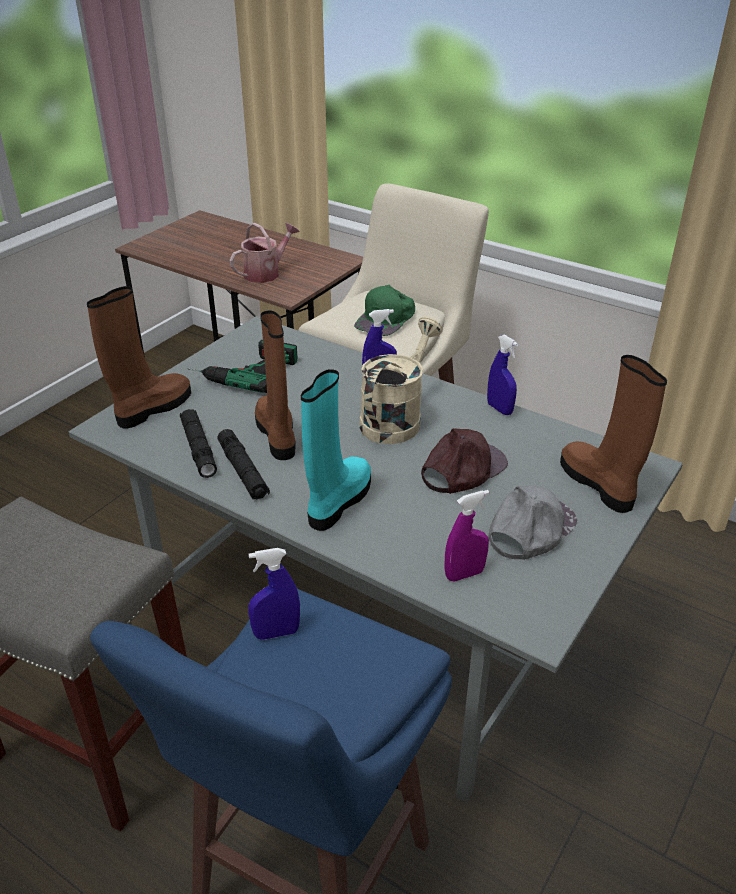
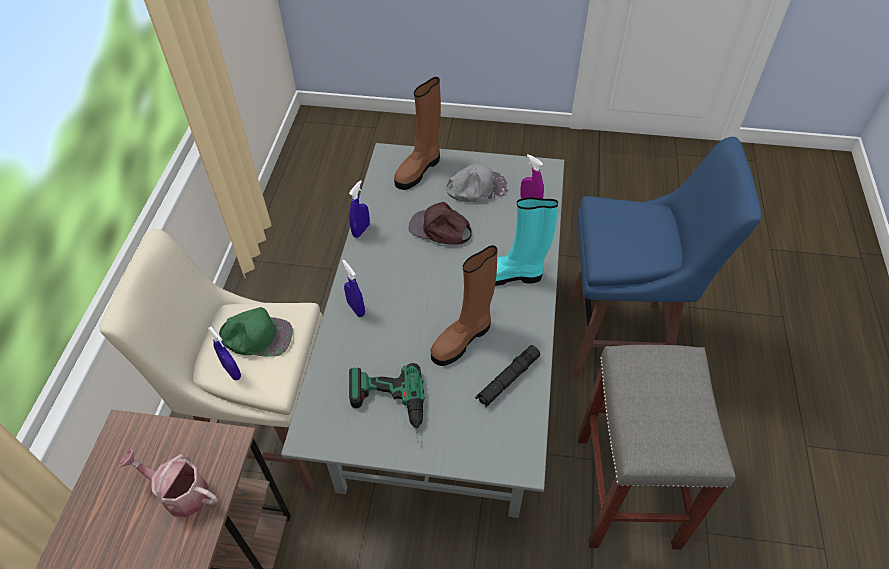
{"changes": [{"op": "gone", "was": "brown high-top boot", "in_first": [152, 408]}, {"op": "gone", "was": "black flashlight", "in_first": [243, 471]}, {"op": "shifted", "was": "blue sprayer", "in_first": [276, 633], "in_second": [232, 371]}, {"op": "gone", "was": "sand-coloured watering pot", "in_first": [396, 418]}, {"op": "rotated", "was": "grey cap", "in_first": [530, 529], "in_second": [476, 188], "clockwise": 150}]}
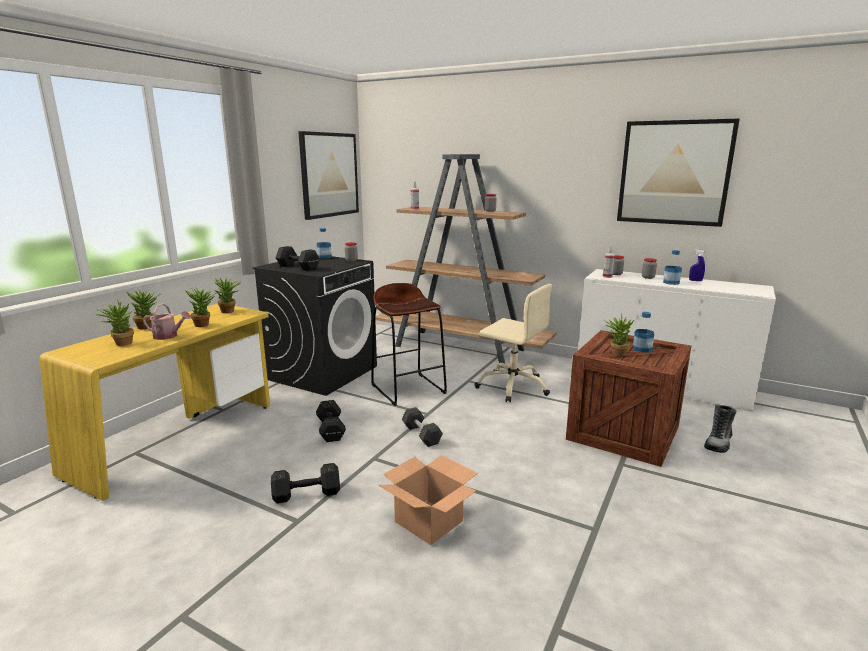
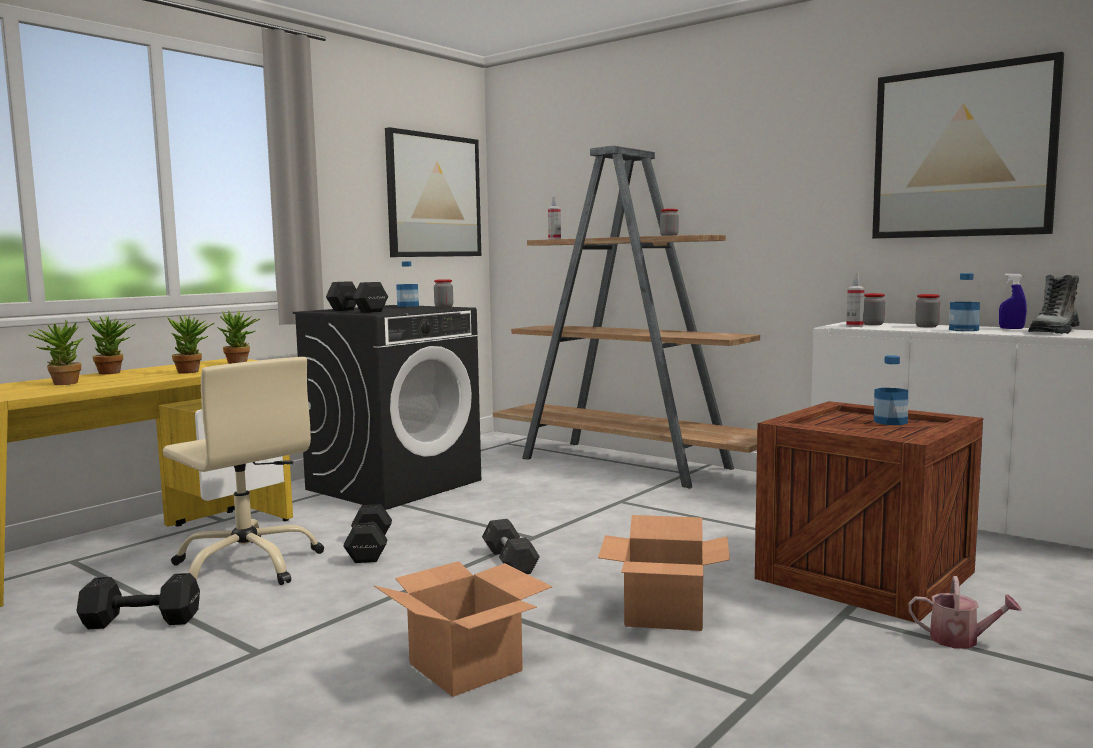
{"changes": [{"op": "shifted", "was": "watering pot", "in_first": [168, 336], "in_second": [961, 640]}, {"op": "shifted", "was": "black dumbbell", "in_first": [305, 494], "in_second": [139, 621]}, {"op": "gone", "was": "brown stool", "in_first": [408, 388]}, {"op": "shifted", "was": "sand-coloured desk chair", "in_first": [513, 386], "in_second": [247, 565]}, {"op": "gone", "was": "plant in a pot", "in_first": [616, 353]}, {"op": "shifted", "was": "high-top boot", "in_first": [718, 443], "in_second": [1054, 332]}, {"op": "new", "now": "cardboard box", "in_second": [665, 613]}]}
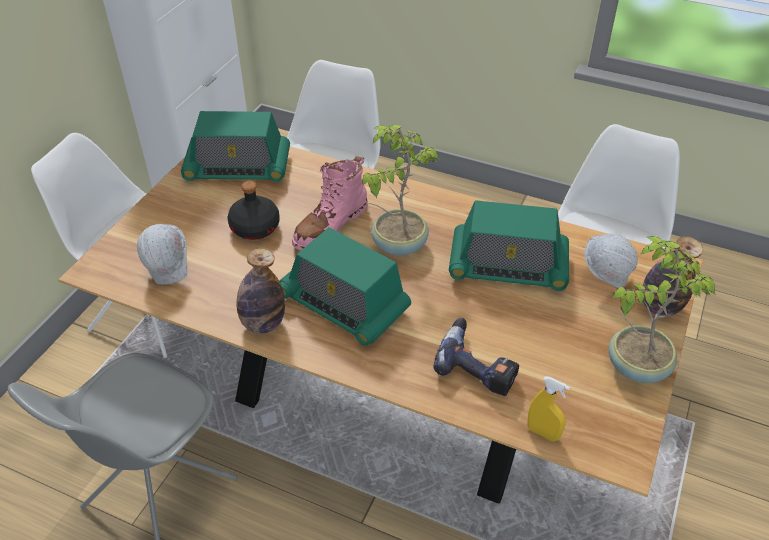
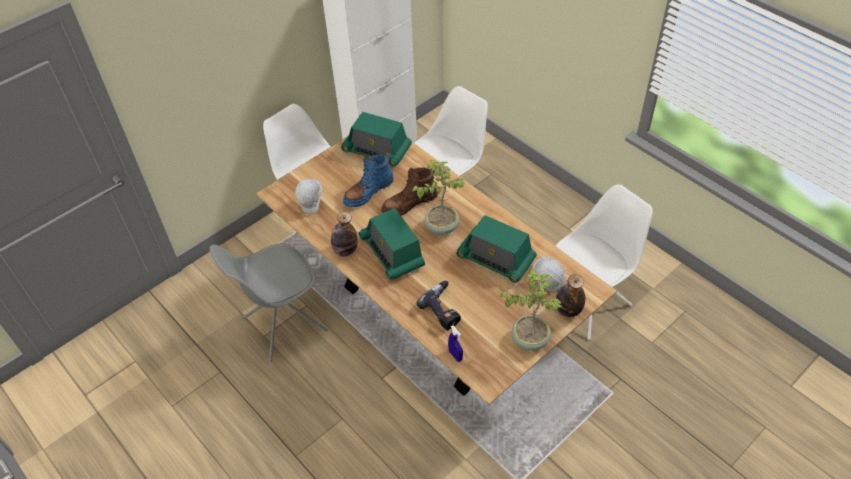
{"changes": [{"op": "swapped", "was": "black beverage bottle", "now": "blue high-top boot", "in_first": [255, 227], "in_second": [368, 192]}, {"op": "repainted", "was": "pink-coloured high-top boot", "now": "brown high-top boot", "in_first": [330, 226], "in_second": [409, 203]}, {"op": "repainted", "was": "yellow-coloured sprayer", "now": "blue sprayer", "in_first": [543, 433], "in_second": [455, 355]}]}
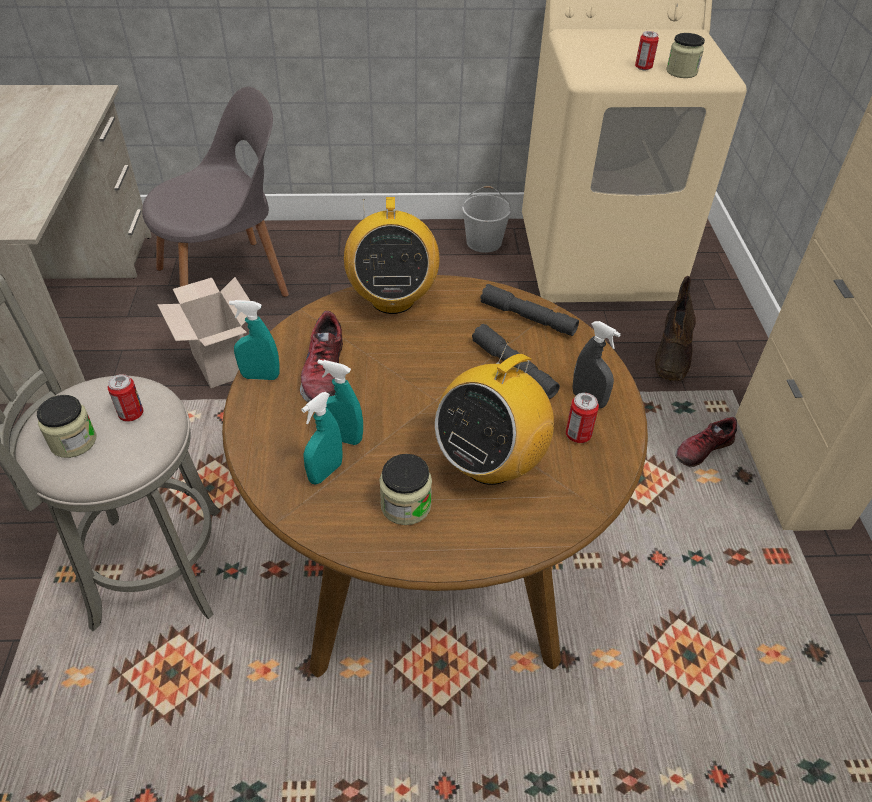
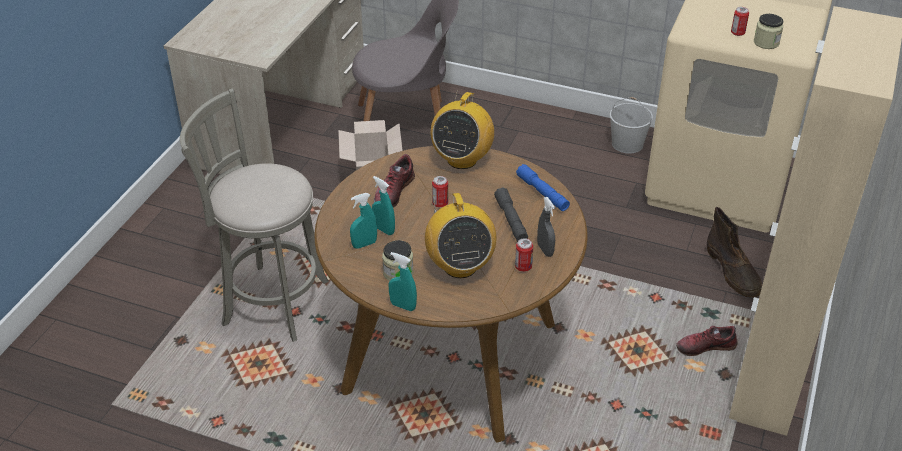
{"changes": [{"op": "gone", "was": "preserve jar", "in_first": [73, 441]}, {"op": "shifted", "was": "metal can", "in_first": [131, 414], "in_second": [440, 203]}, {"op": "shifted", "was": "turquoise sprayer", "in_first": [260, 376], "in_second": [403, 306]}, {"op": "rotated", "was": "radio receiver", "in_first": [490, 463], "in_second": [460, 266], "clockwise": -75}, {"op": "repainted", "was": "grey flashlight", "now": "blue flashlight", "in_first": [528, 318], "in_second": [542, 193]}, {"op": "rotated", "was": "brown high-top boot", "in_first": [673, 352], "in_second": [733, 272], "clockwise": -60}]}
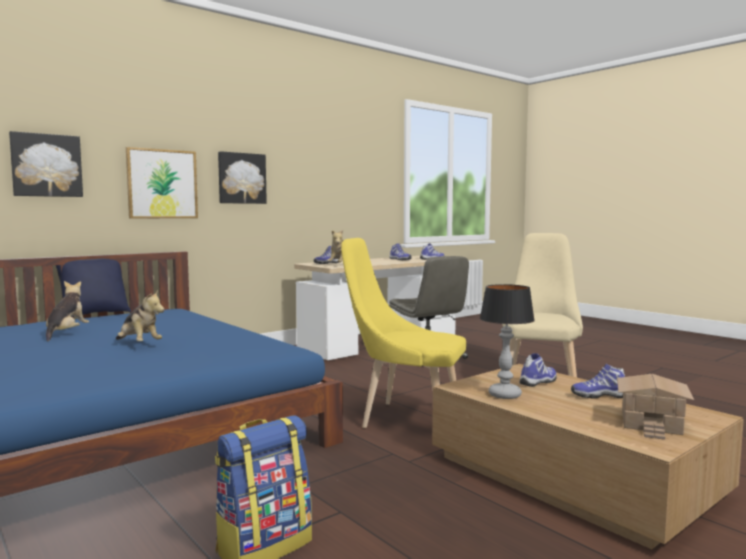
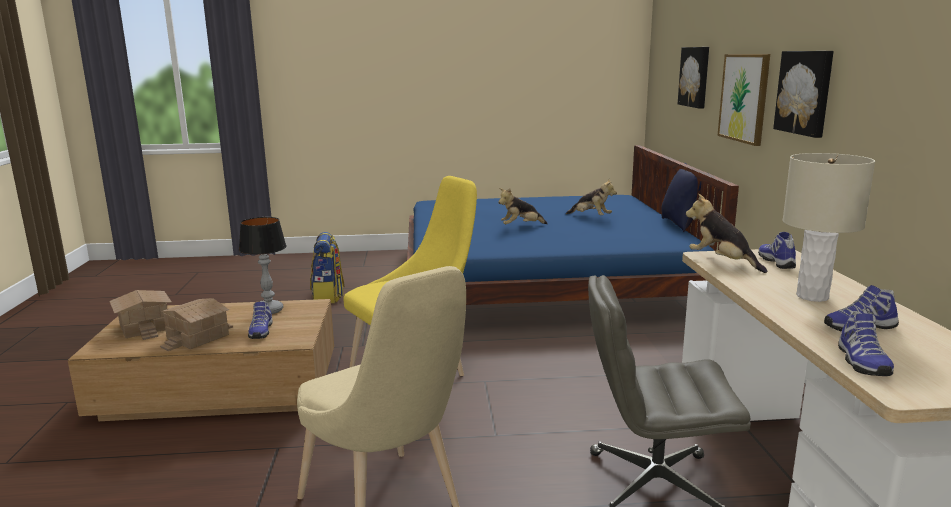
{"changes": [{"op": "swapped", "was": "shoe", "now": "miniature house", "in_first": [599, 395], "in_second": [197, 336]}, {"op": "new", "now": "sand-coloured lamp for a table", "in_second": [811, 296]}]}
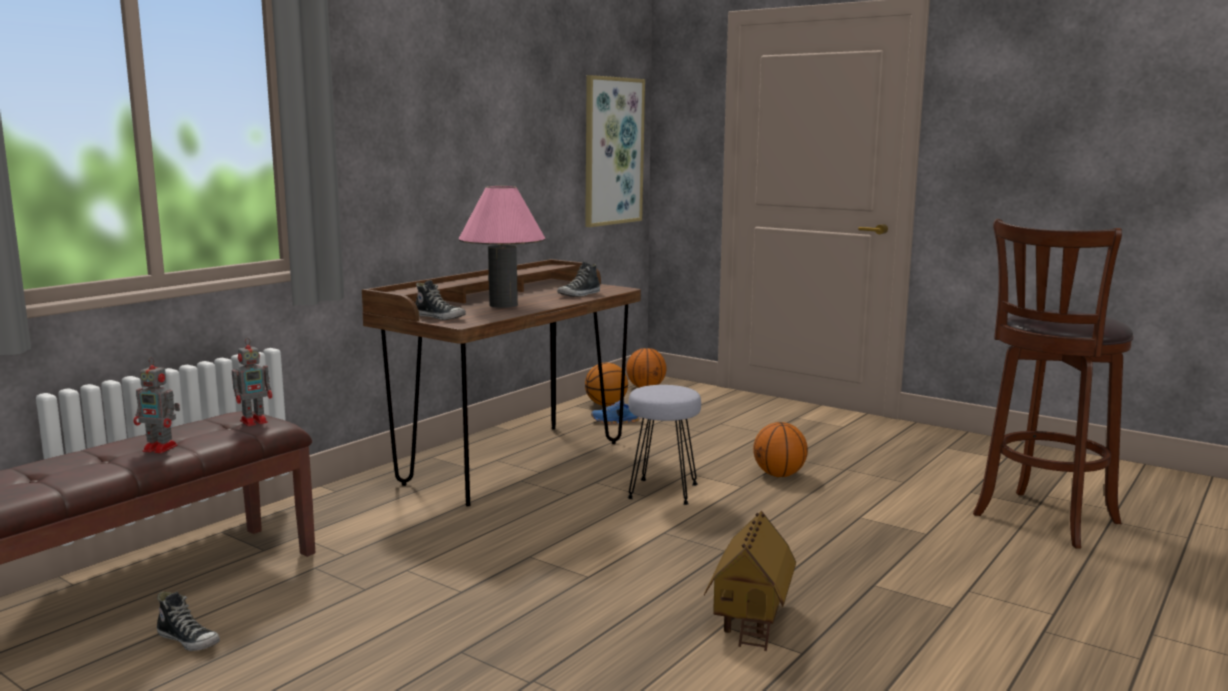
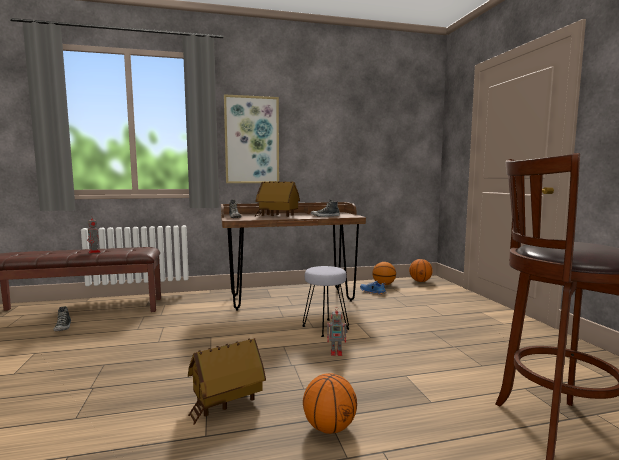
{"changes": [{"op": "shifted", "was": "robot figure", "in_first": [255, 421], "in_second": [337, 352]}, {"op": "swapped", "was": "pink-coloured lamp for a table", "now": "miniature house", "in_first": [503, 305], "in_second": [277, 216]}, {"op": "shifted", "was": "wall art", "in_first": [613, 151], "in_second": [252, 140]}, {"op": "shifted", "was": "basketball", "in_first": [779, 475], "in_second": [329, 428]}]}
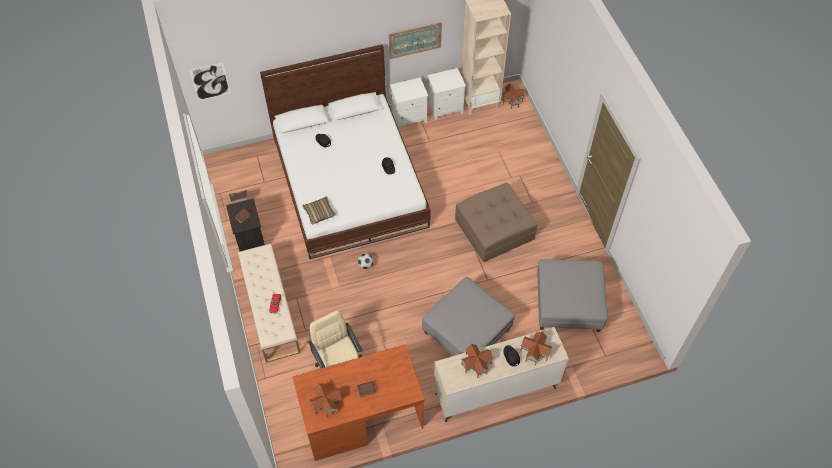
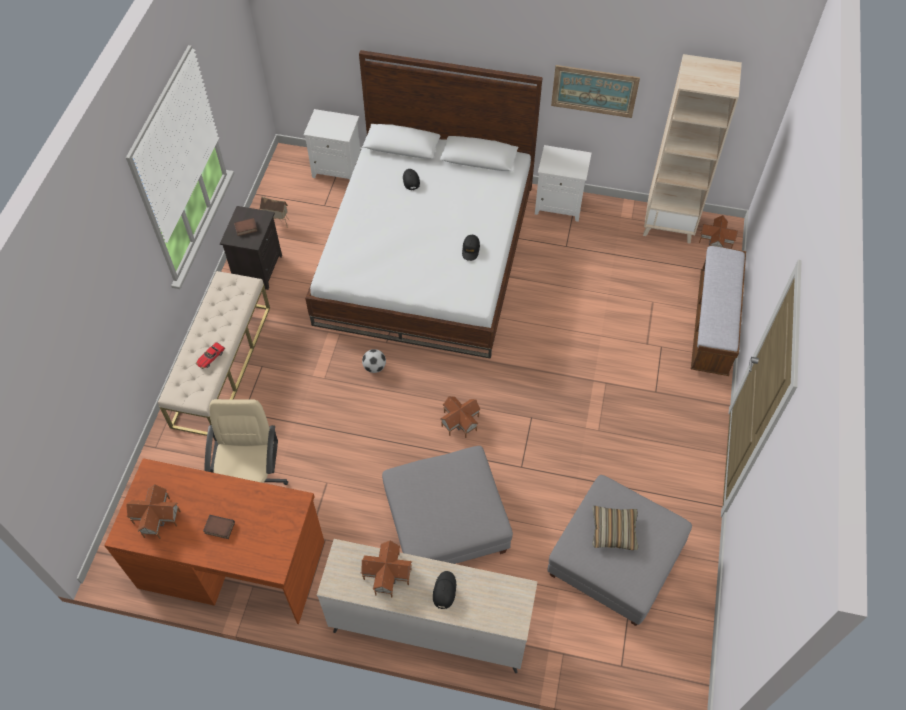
{"changes": [{"op": "gone", "was": "wall art", "in_first": [210, 81]}, {"op": "shifted", "was": "throw pillow", "in_first": [319, 213], "in_second": [613, 531]}, {"op": "shifted", "was": "white bedside table", "in_first": [445, 108], "in_second": [338, 168]}, {"op": "gone", "was": "brown pouffe", "in_first": [494, 229]}, {"op": "shifted", "was": "miniature house", "in_first": [535, 352], "in_second": [460, 422]}, {"op": "new", "now": "long seat", "in_second": [712, 324]}]}
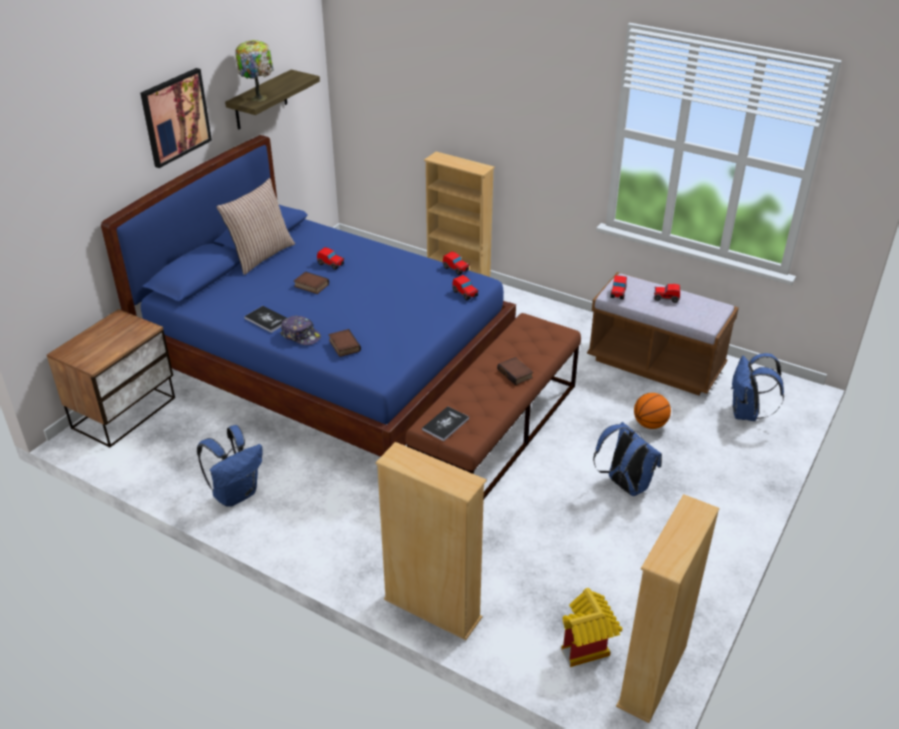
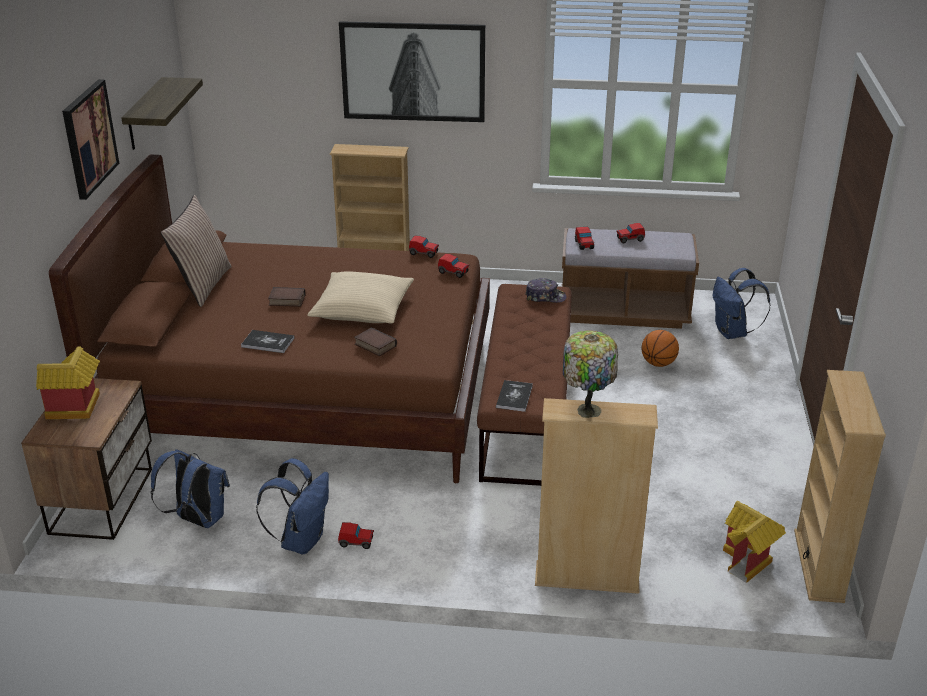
{"changes": [{"op": "repainted", "was": "blue bed", "now": "brown bed", "in_first": [328, 368], "in_second": [304, 396]}, {"op": "shifted", "was": "lamp for a table", "in_first": [259, 97], "in_second": [587, 409]}, {"op": "shifted", "was": "cap", "in_first": [301, 336], "in_second": [545, 297]}, {"op": "shifted", "was": "miniature car", "in_first": [331, 264], "in_second": [356, 542]}, {"op": "gone", "was": "book", "in_first": [516, 374]}, {"op": "shifted", "was": "blue backpack", "in_first": [624, 485], "in_second": [198, 520]}, {"op": "new", "now": "miniature house", "in_second": [75, 410]}, {"op": "new", "now": "sand-coloured throw pillow", "in_second": [362, 309]}, {"op": "new", "now": "wall art", "in_second": [413, 71]}]}
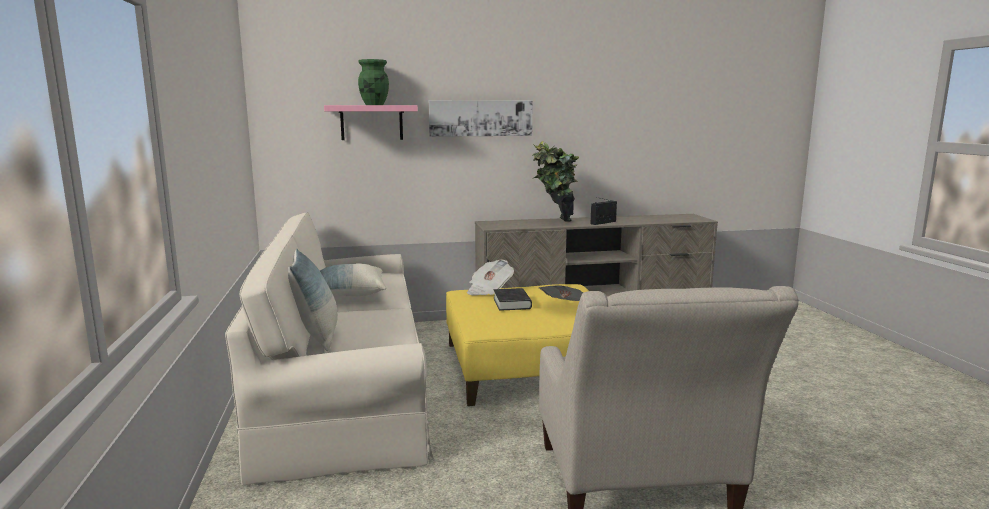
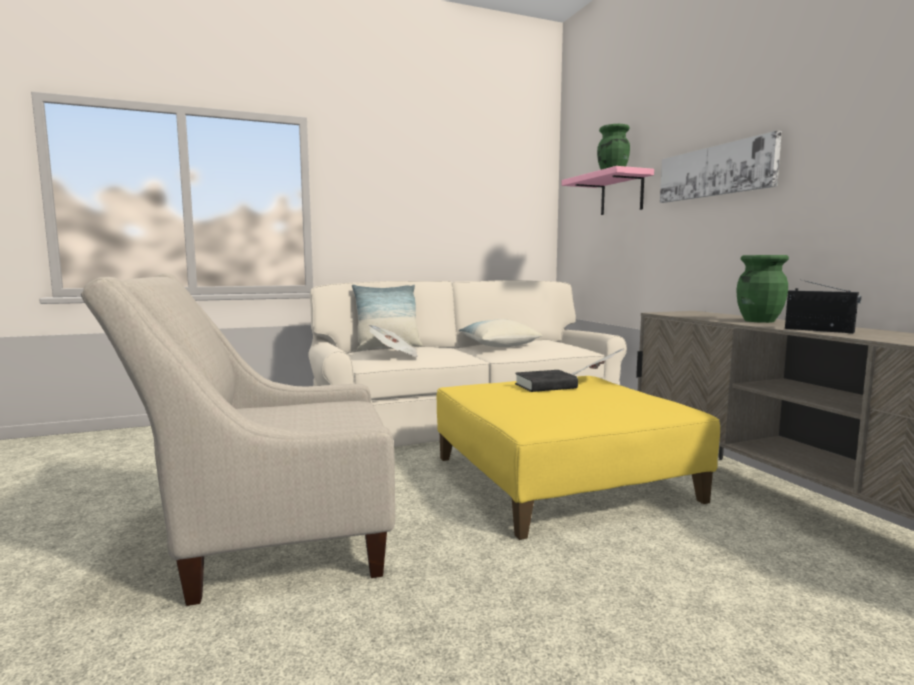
{"changes": [{"op": "swapped", "was": "plant in a pot", "now": "green-coloured vase", "in_first": [555, 222], "in_second": [759, 321]}, {"op": "shifted", "was": "printed paper", "in_first": [565, 307], "in_second": [395, 355]}]}
